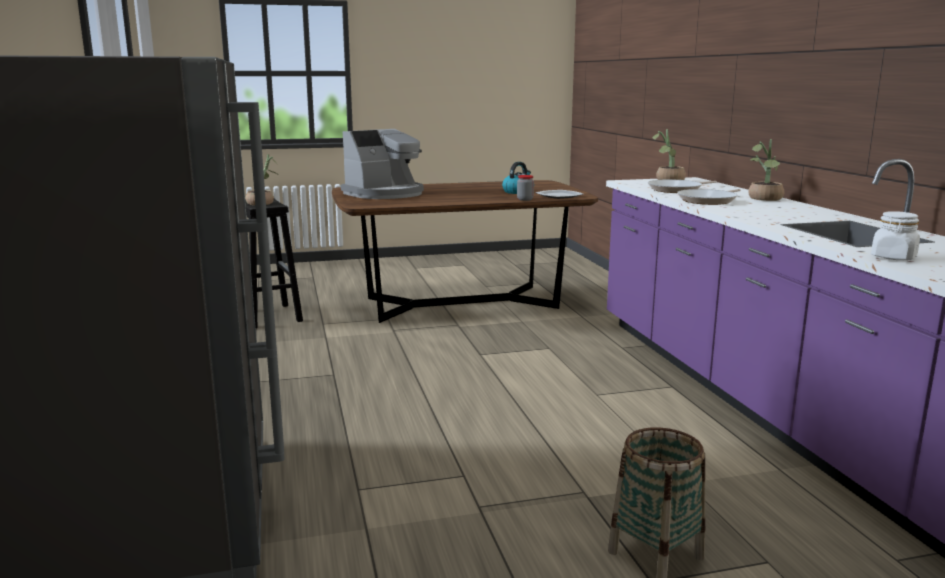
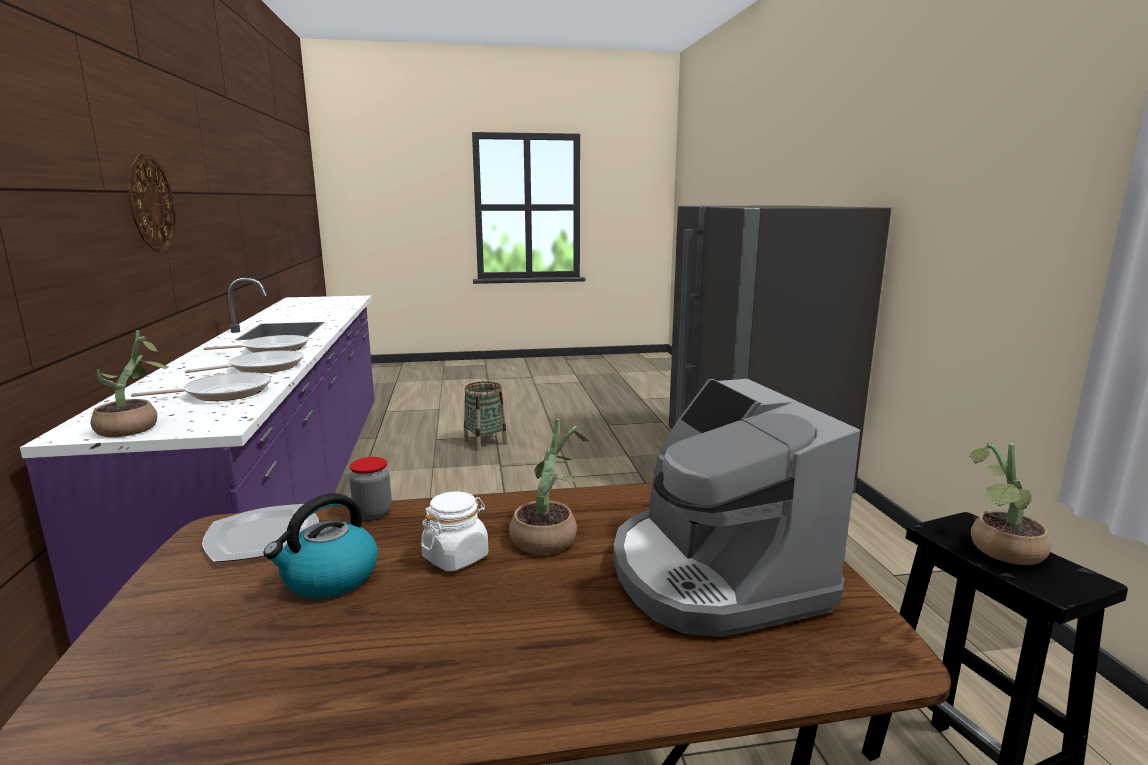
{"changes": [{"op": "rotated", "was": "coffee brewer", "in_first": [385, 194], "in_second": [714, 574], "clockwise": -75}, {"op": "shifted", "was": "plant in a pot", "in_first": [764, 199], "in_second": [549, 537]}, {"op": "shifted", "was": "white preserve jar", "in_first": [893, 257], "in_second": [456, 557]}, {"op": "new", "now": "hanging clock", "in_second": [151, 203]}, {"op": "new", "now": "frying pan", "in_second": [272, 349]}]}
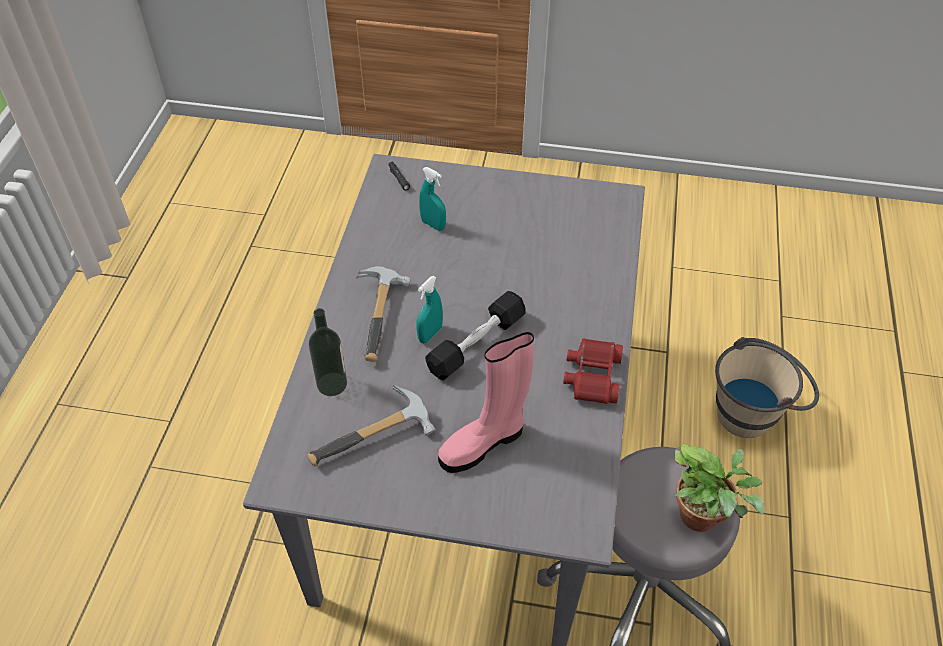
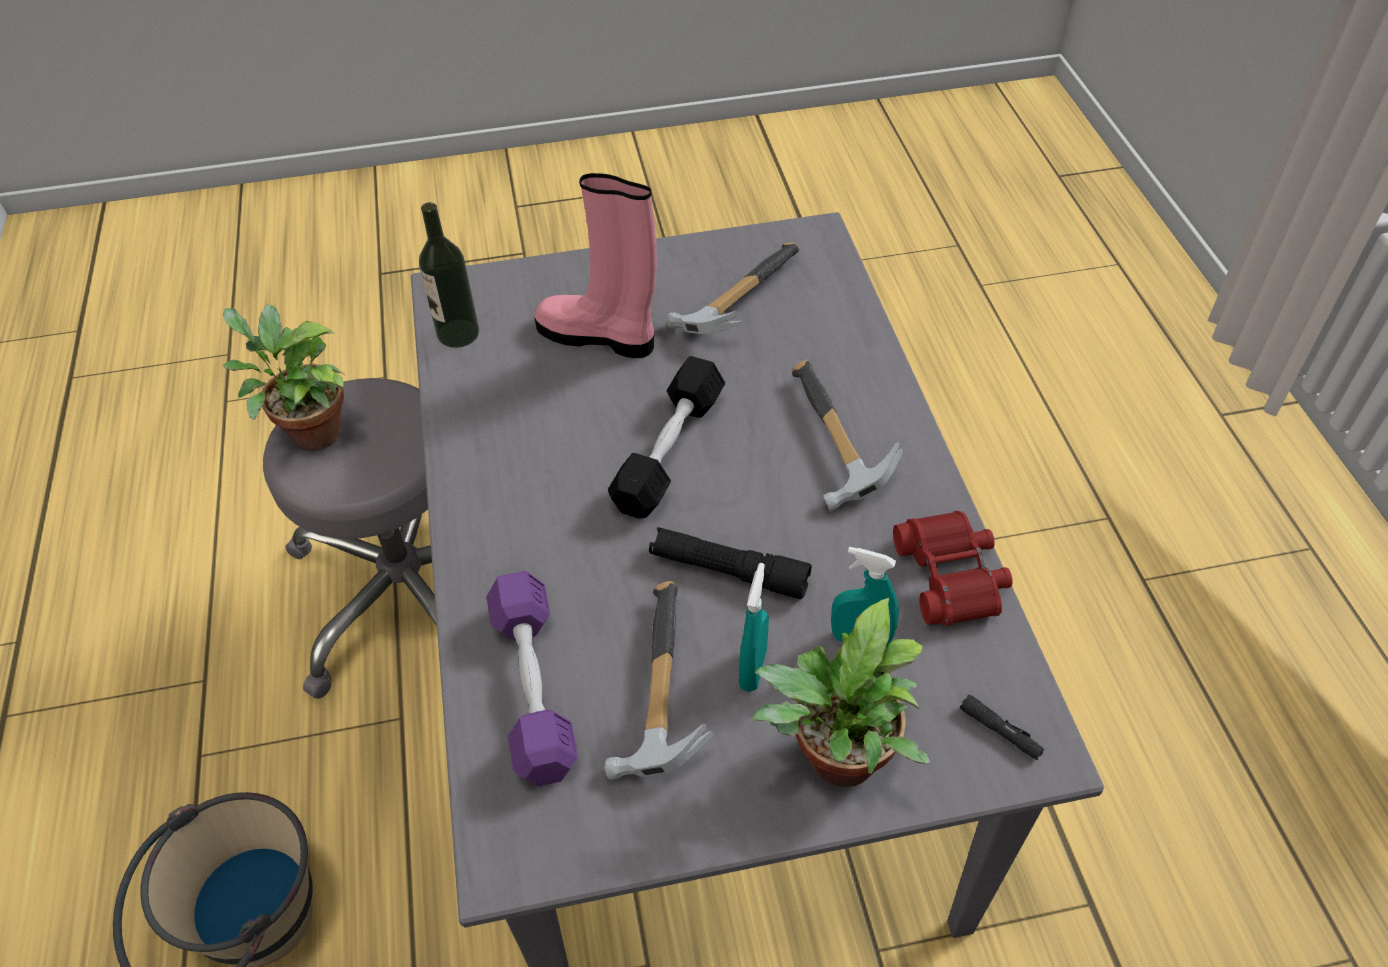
{"changes": [{"op": "shifted", "was": "beverage bottle", "in_first": [332, 384], "in_second": [458, 333]}, {"op": "shifted", "was": "turquoise sprayer", "in_first": [430, 334], "in_second": [753, 669]}, {"op": "rotated", "was": "pink-coloured high-top boot", "in_first": [484, 443], "in_second": [599, 336], "clockwise": -105}, {"op": "shifted", "was": "reddish field glasses", "in_first": [592, 376], "in_second": [951, 576]}, {"op": "new", "now": "purple dumbbell", "in_second": [533, 688]}, {"op": "new", "now": "tool hammer", "in_second": [652, 694]}, {"op": "new", "now": "black flashlight", "in_second": [729, 571]}, {"op": "new", "now": "plant in a pot", "in_second": [837, 764]}]}
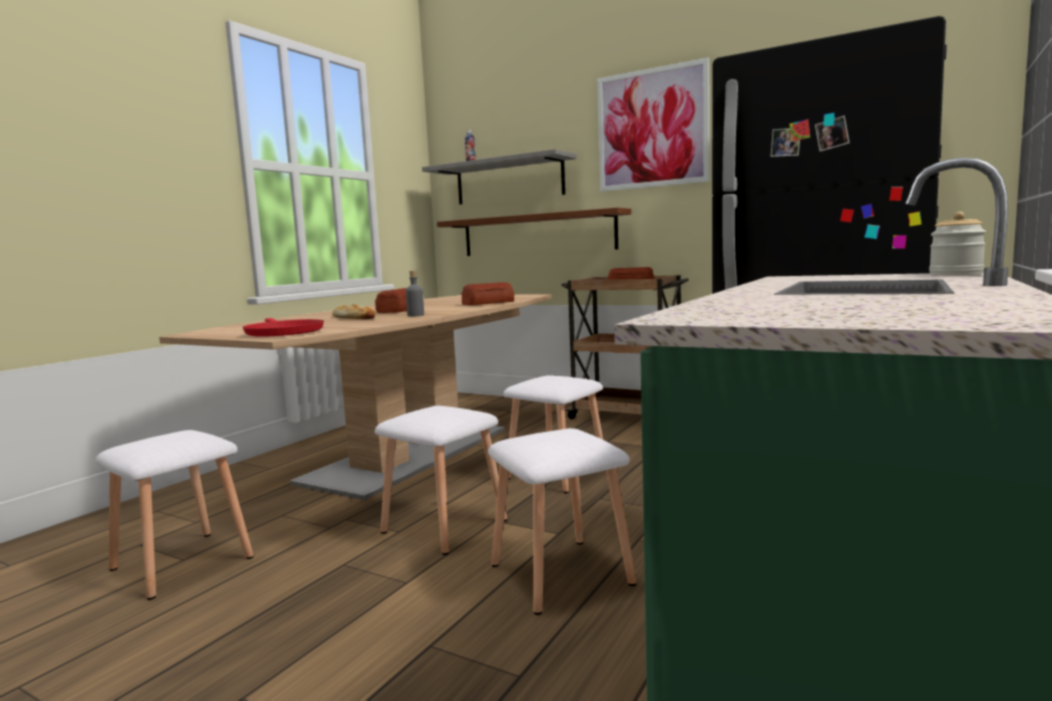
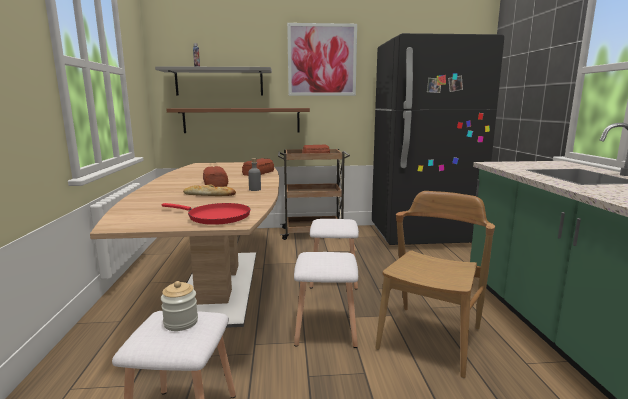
{"changes": [{"op": "swapped", "was": "white stool", "now": "brown plain chair", "in_first": [563, 575], "in_second": [430, 338]}, {"op": "shifted", "was": "preserve jar", "in_first": [955, 274], "in_second": [181, 322]}]}
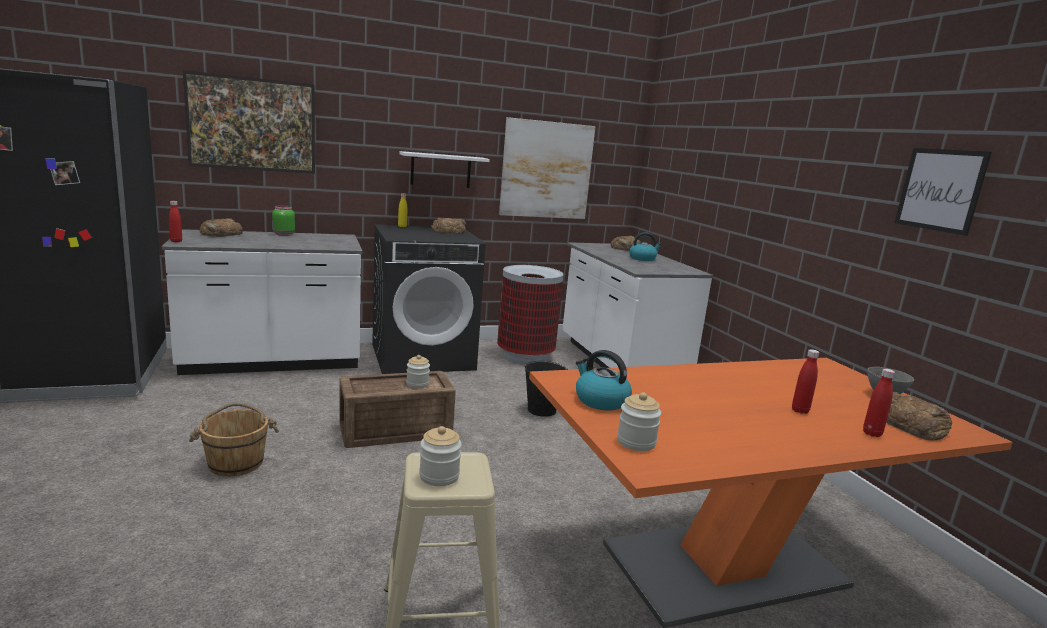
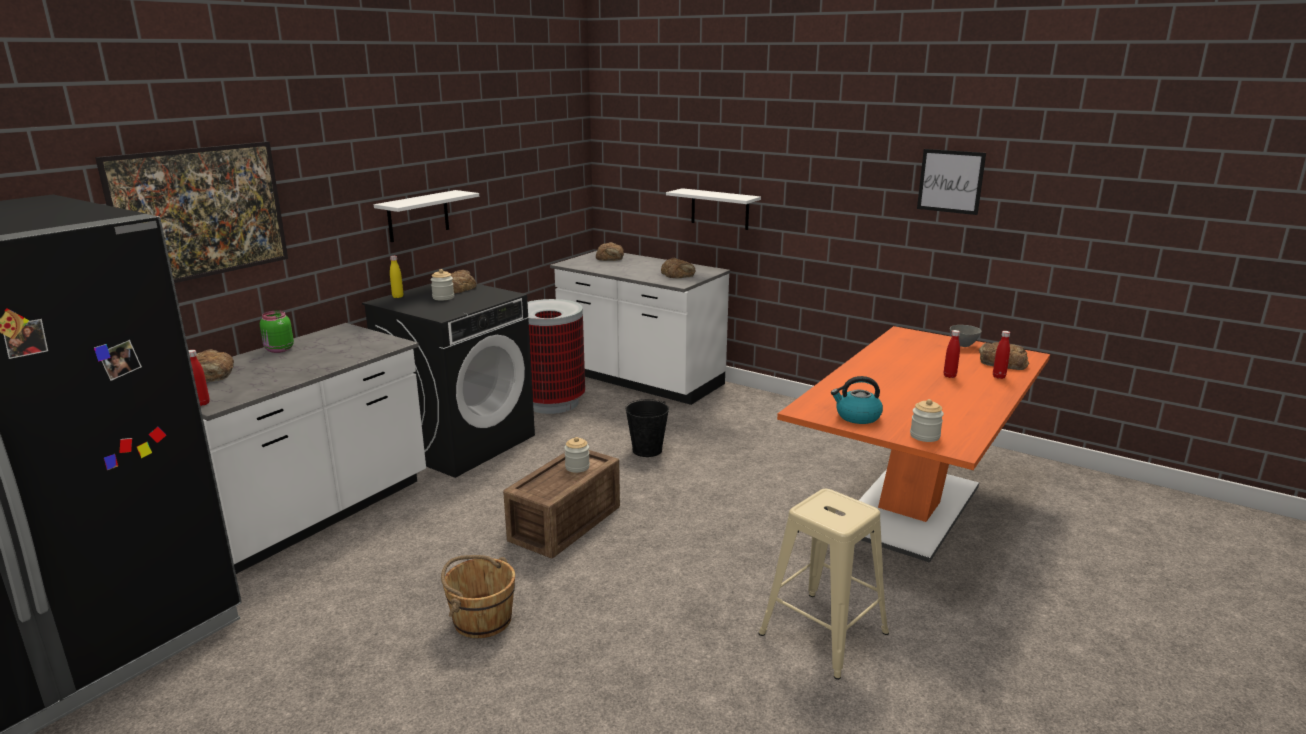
{"changes": [{"op": "shifted", "was": "preserve jar", "in_first": [439, 476], "in_second": [443, 297]}, {"op": "gone", "was": "wall art", "in_first": [546, 170]}, {"op": "gone", "was": "water kettle", "in_first": [642, 258]}, {"op": "new", "now": "bakery bread", "in_second": [678, 274]}, {"op": "new", "now": "white wall shelf", "in_second": [720, 209]}]}
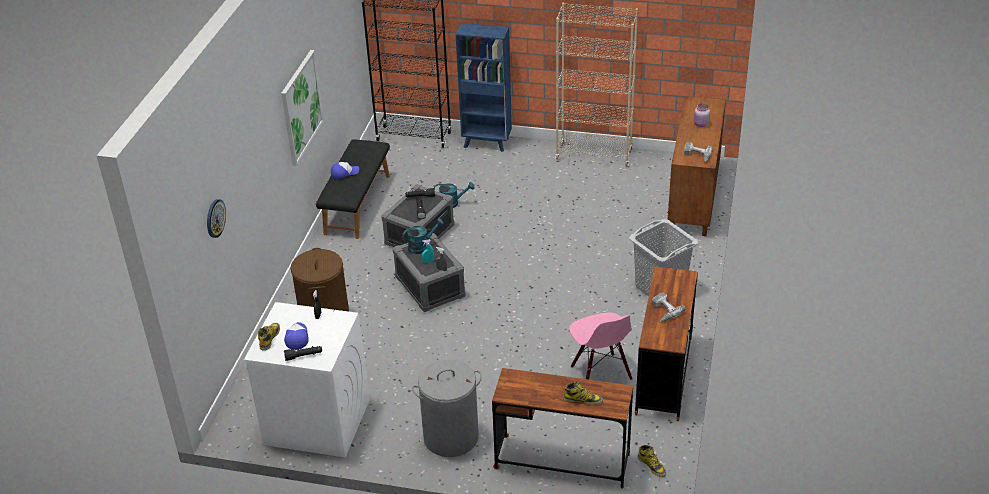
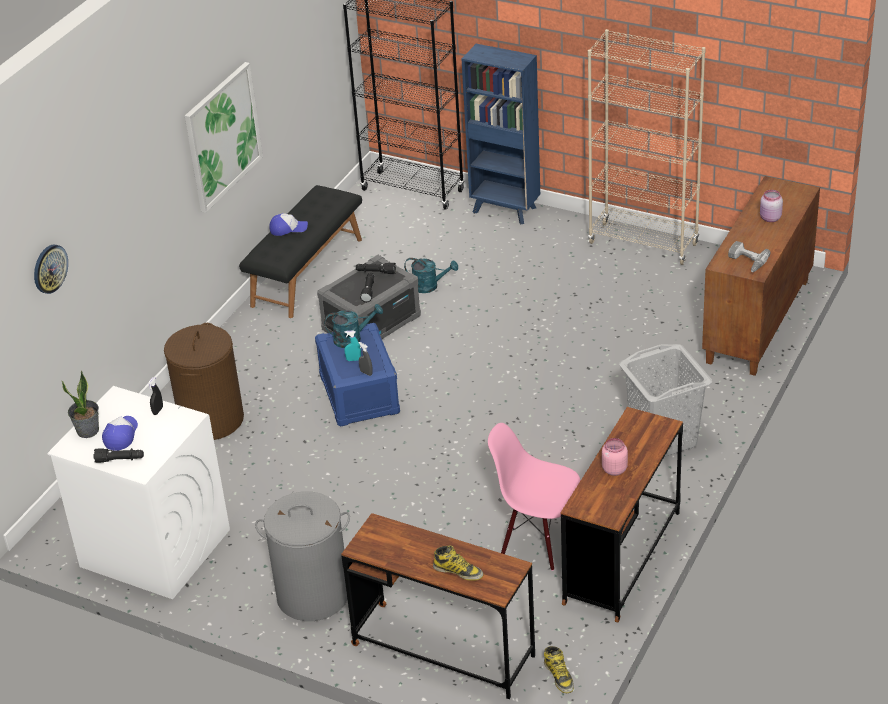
{"changes": [{"op": "swapped", "was": "high-top boot", "now": "plant in a pot", "in_first": [269, 338], "in_second": [88, 431]}, {"op": "repainted", "was": "grey storage box", "now": "blue storage box", "in_first": [429, 287], "in_second": [358, 394]}, {"op": "rotated", "was": "pink-coloured plain chair", "in_first": [600, 373], "in_second": [538, 542], "clockwise": 120}, {"op": "swapped", "was": "electric drill", "now": "pink-coloured preserve jar", "in_first": [663, 311], "in_second": [613, 469]}]}
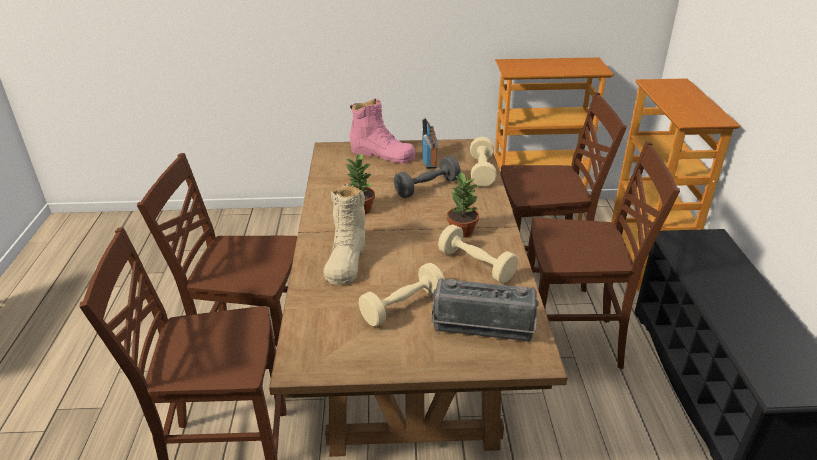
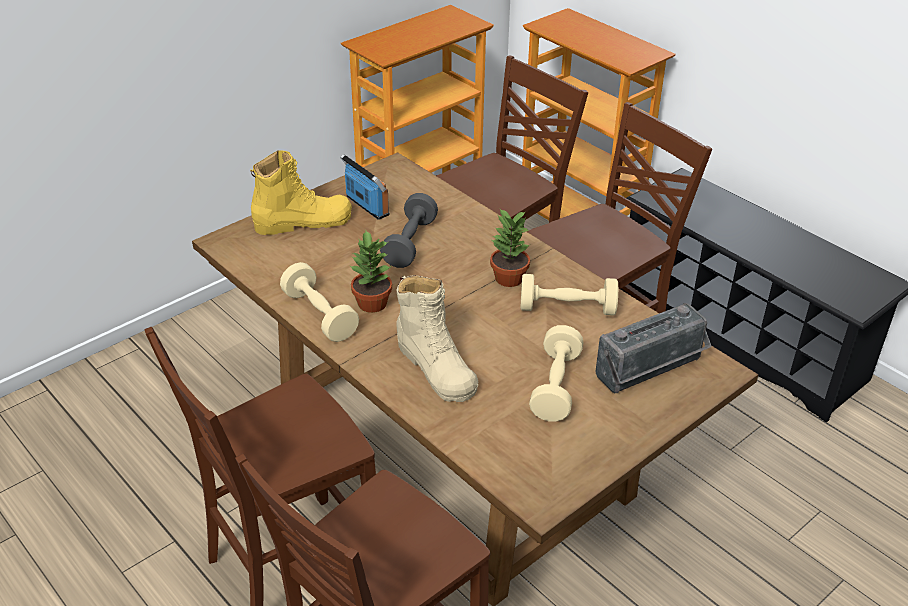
{"changes": [{"op": "repainted", "was": "pink-coloured high-top boot", "now": "yellow-coloured high-top boot", "in_first": [382, 154], "in_second": [303, 222]}, {"op": "shifted", "was": "sand-coloured dumbbell", "in_first": [482, 172], "in_second": [320, 315]}]}
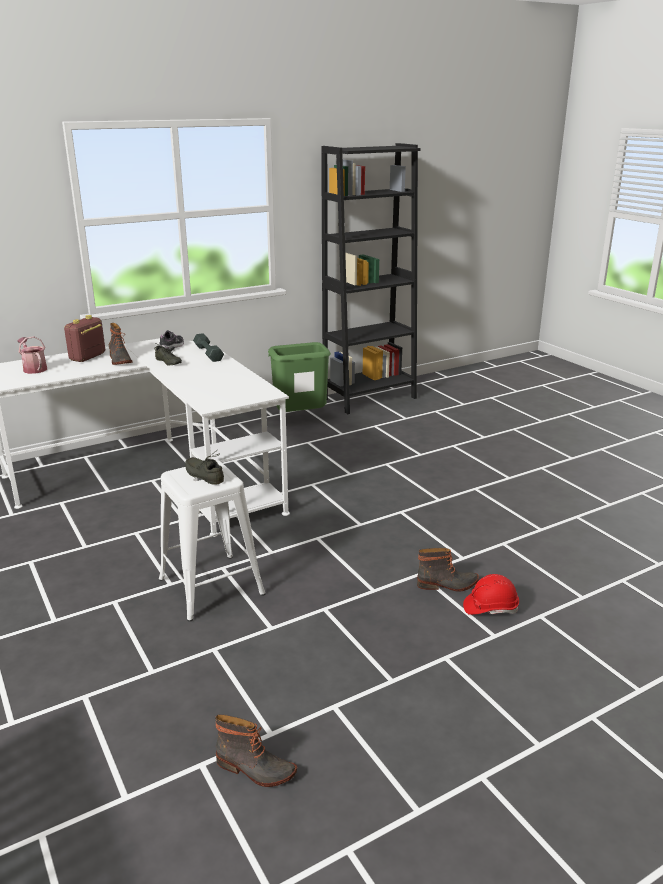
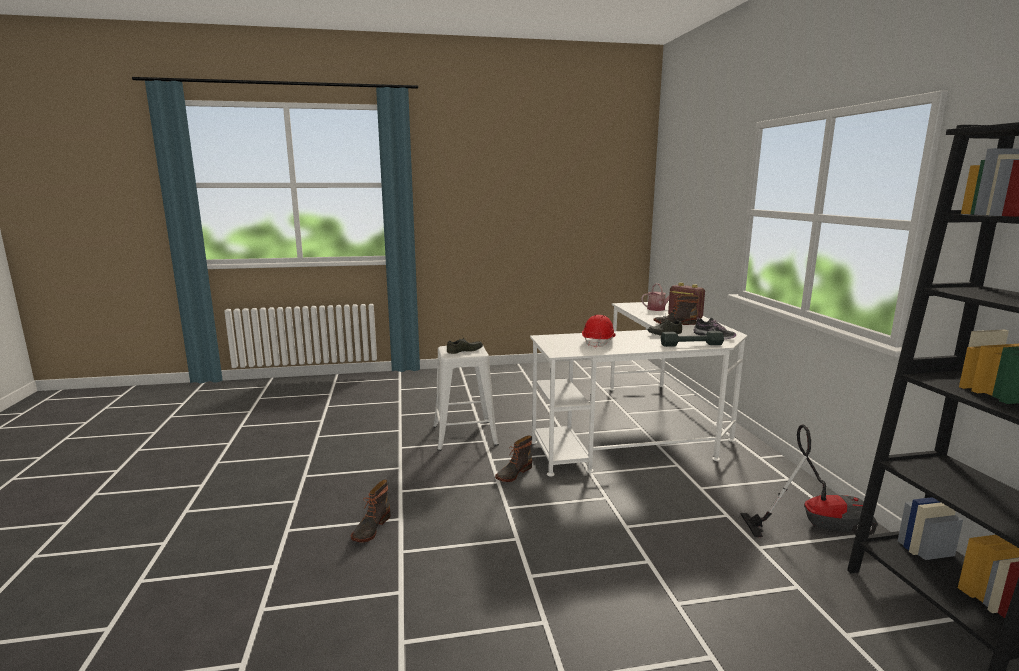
{"changes": [{"op": "shifted", "was": "high-top boot", "in_first": [255, 770], "in_second": [513, 473]}, {"op": "swapped", "was": "green-coloured rubbish bin", "now": "hoover", "in_first": [300, 418], "in_second": [815, 524]}, {"op": "shifted", "was": "reddish safety helmet", "in_first": [490, 607], "in_second": [598, 342]}]}
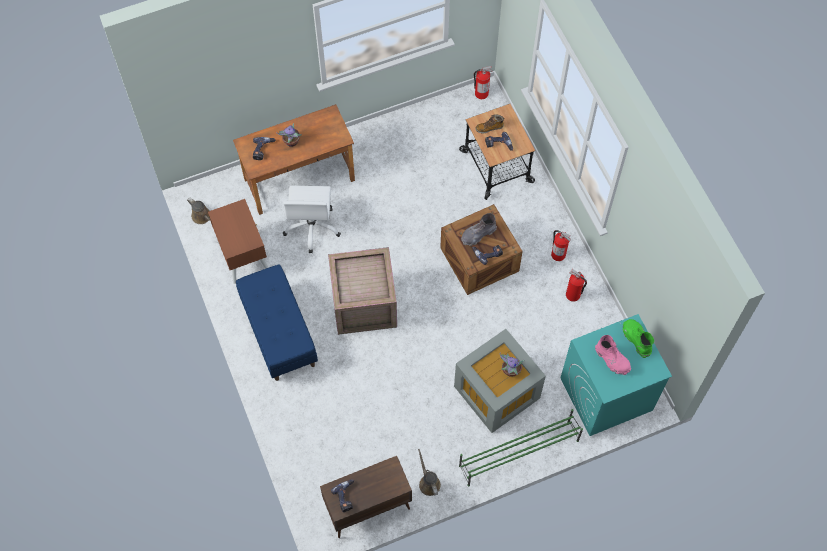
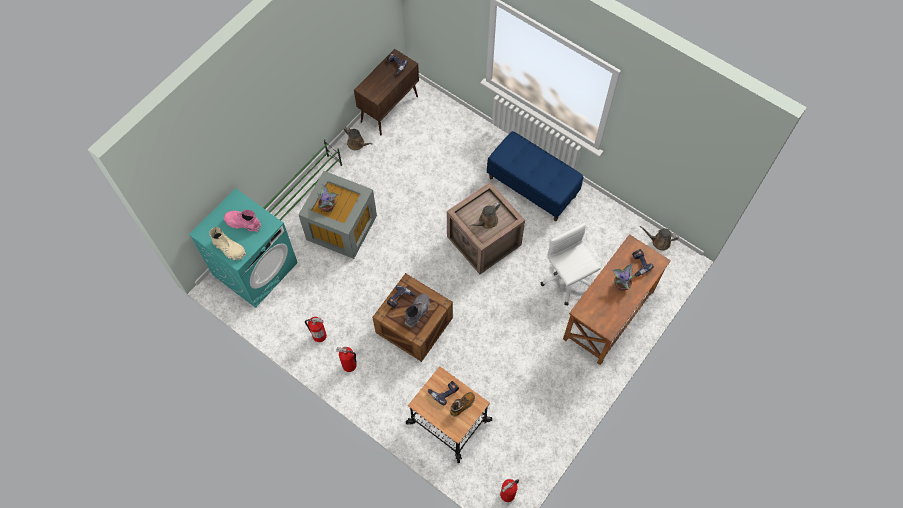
{"changes": [{"op": "gone", "was": "brown bedside table", "in_first": [243, 256]}, {"op": "repainted", "was": "green-coloured high-top boot", "now": "sand-coloured high-top boot", "in_first": [636, 339], "in_second": [229, 248]}, {"op": "new", "now": "brown watering pot", "in_second": [486, 222]}]}
